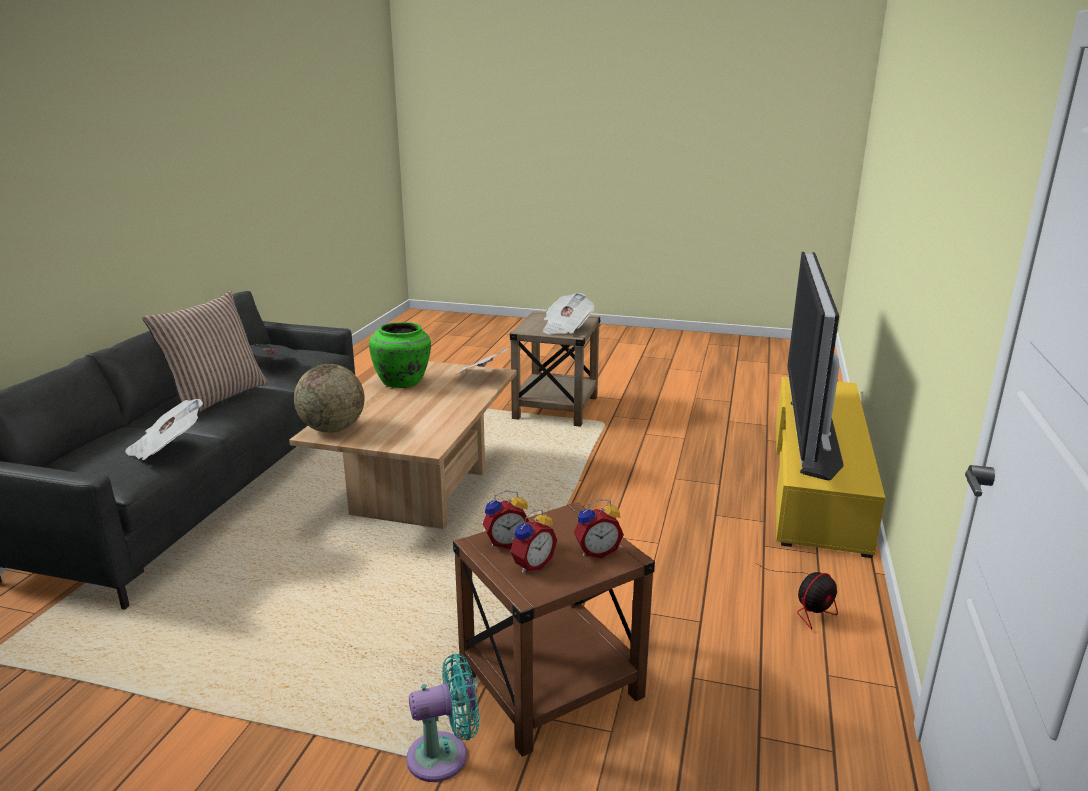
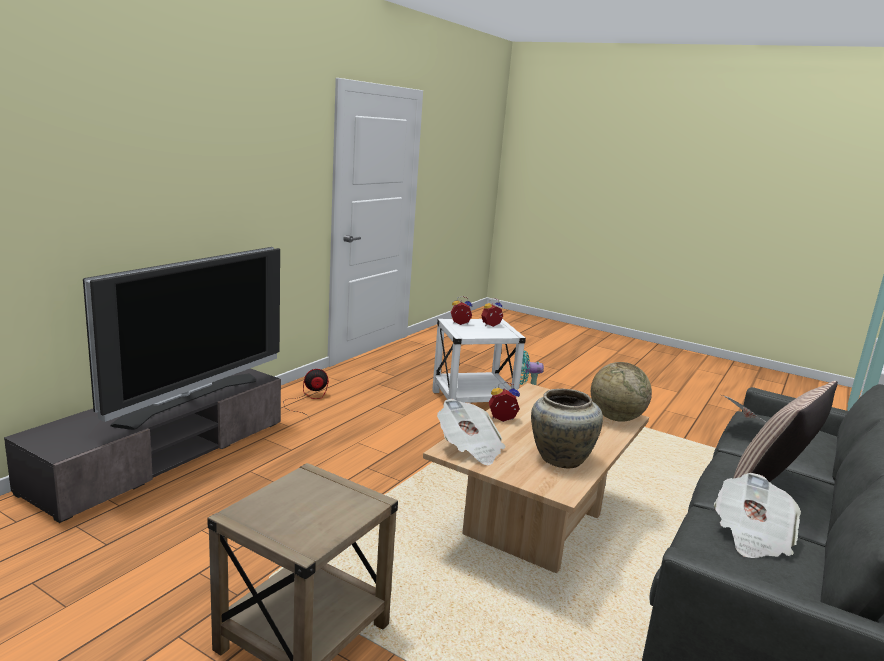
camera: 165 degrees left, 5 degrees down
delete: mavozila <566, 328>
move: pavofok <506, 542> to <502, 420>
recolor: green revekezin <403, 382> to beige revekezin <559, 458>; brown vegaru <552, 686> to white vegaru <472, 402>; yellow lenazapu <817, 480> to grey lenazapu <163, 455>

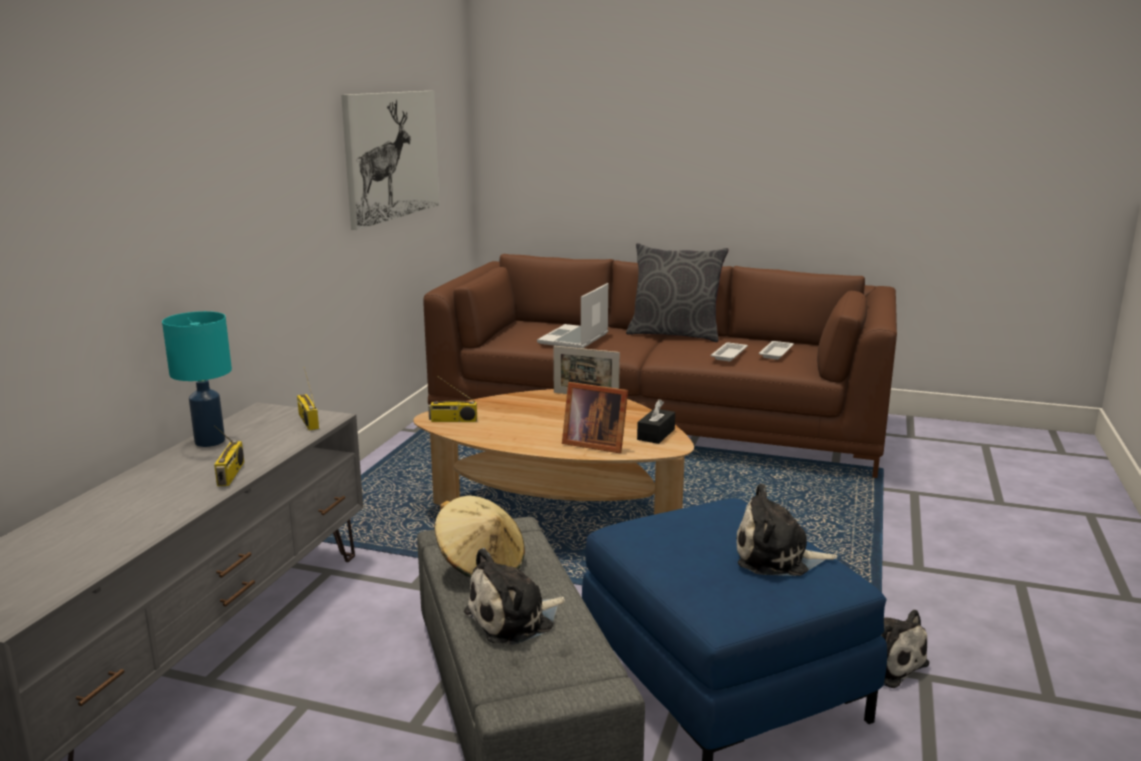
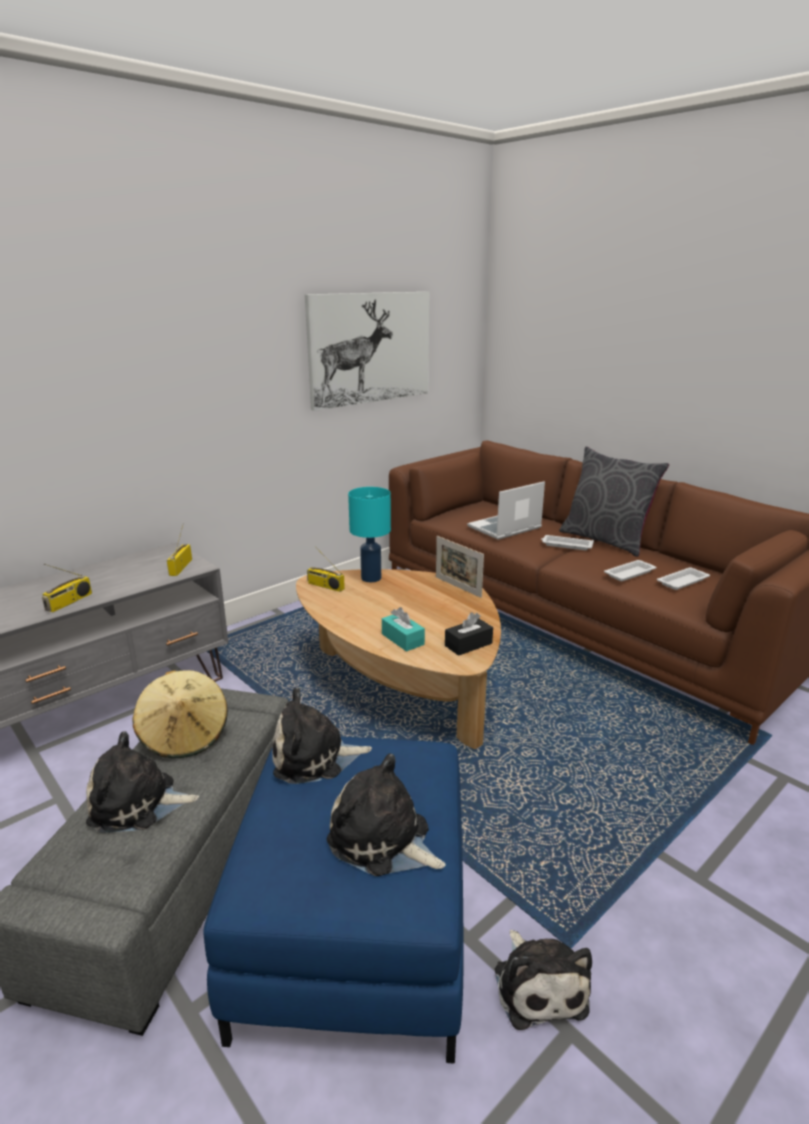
camera: 30 degrees right, 5 degrees up
insert: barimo <314, 757>; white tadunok <566, 545>
move: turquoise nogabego <209, 442> to <370, 578>
replace: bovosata <593, 443> to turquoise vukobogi <402, 639>

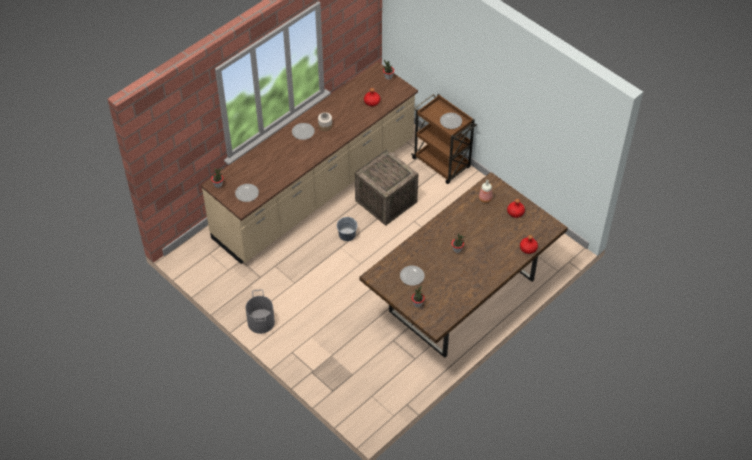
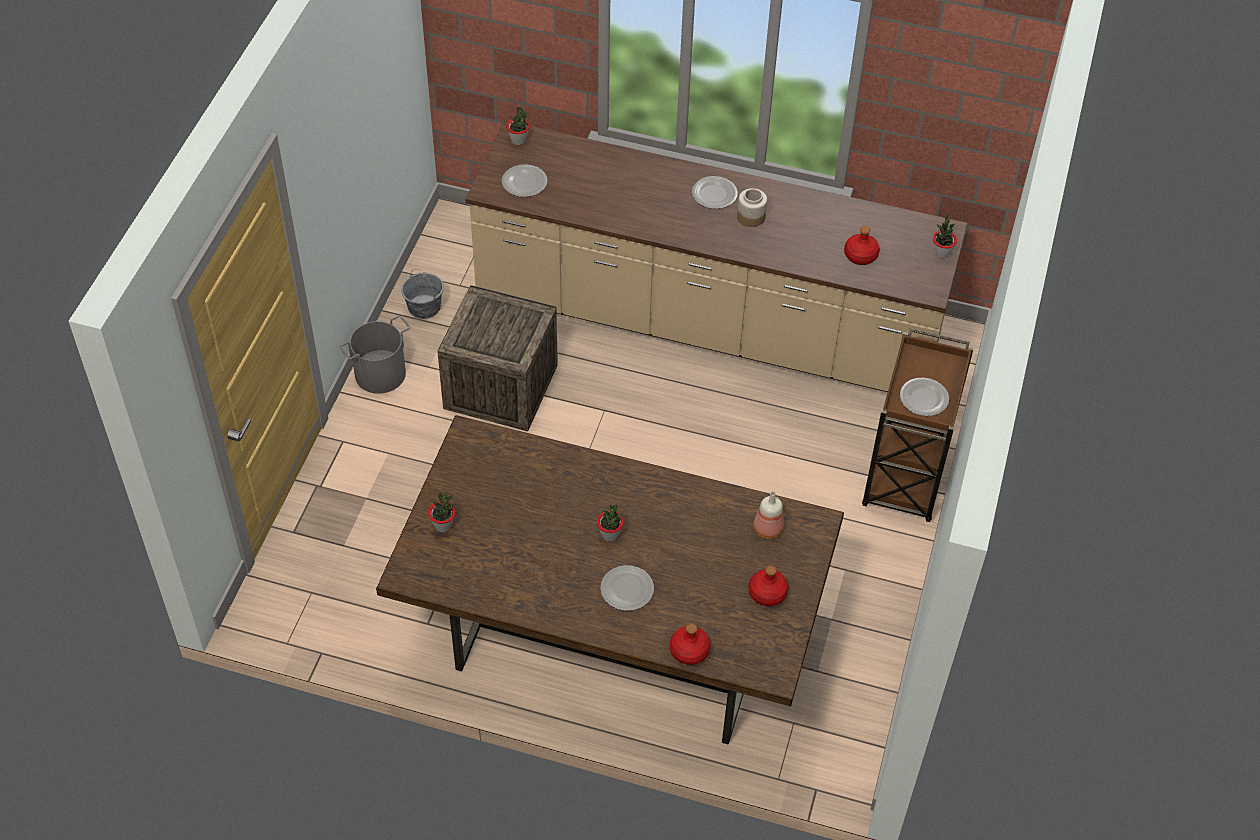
camera: 60 degrees right, 0 degrees up
move: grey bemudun <347, 234> to <424, 307>; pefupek <386, 201> to <500, 386>; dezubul <412, 276> to <627, 590>

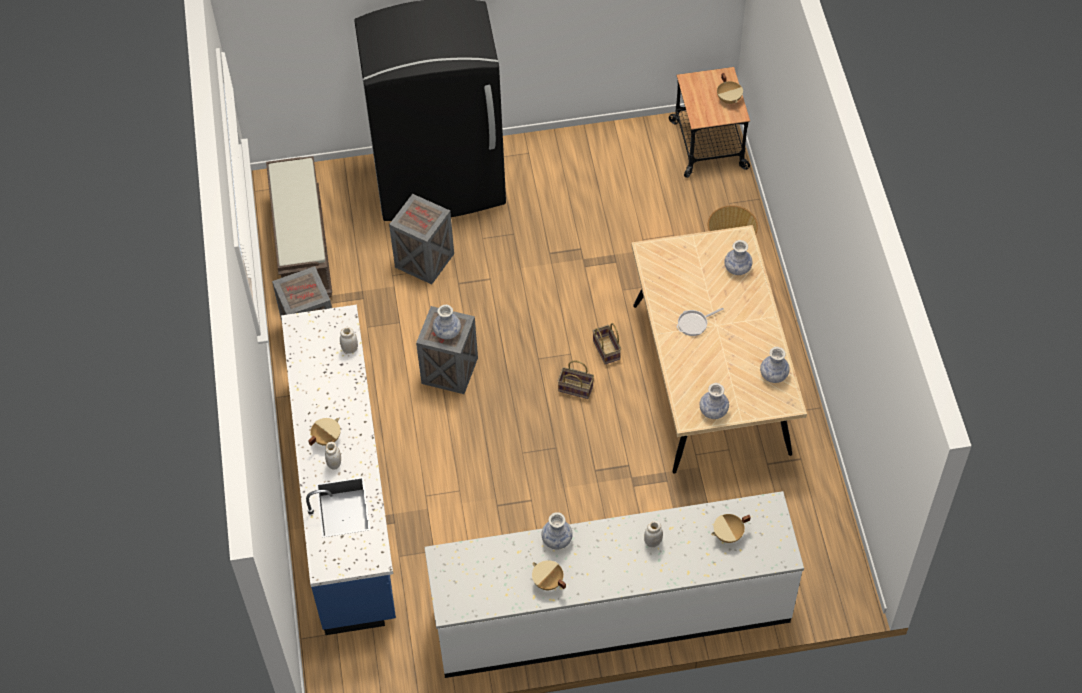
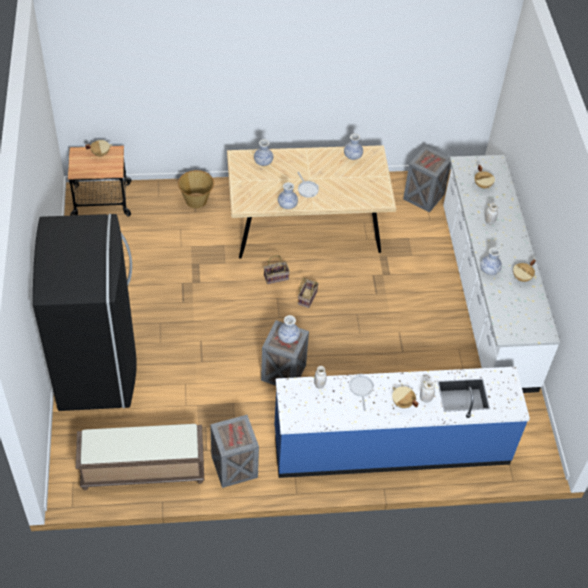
camera: 90 degrees left, 5 degrees down
insert: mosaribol <361, 389>
move: pefupek <425, 261> to <424, 196>; revekezin <713, 410> to <287, 205>

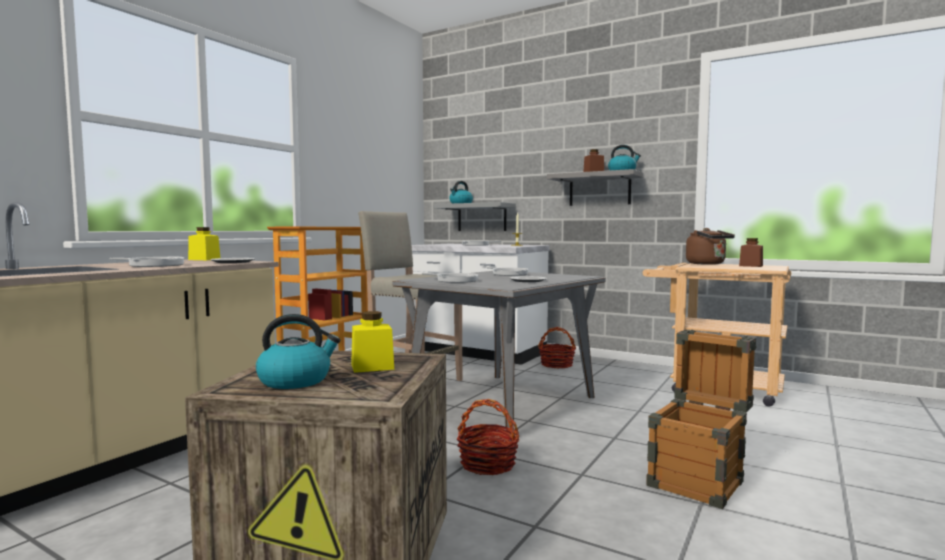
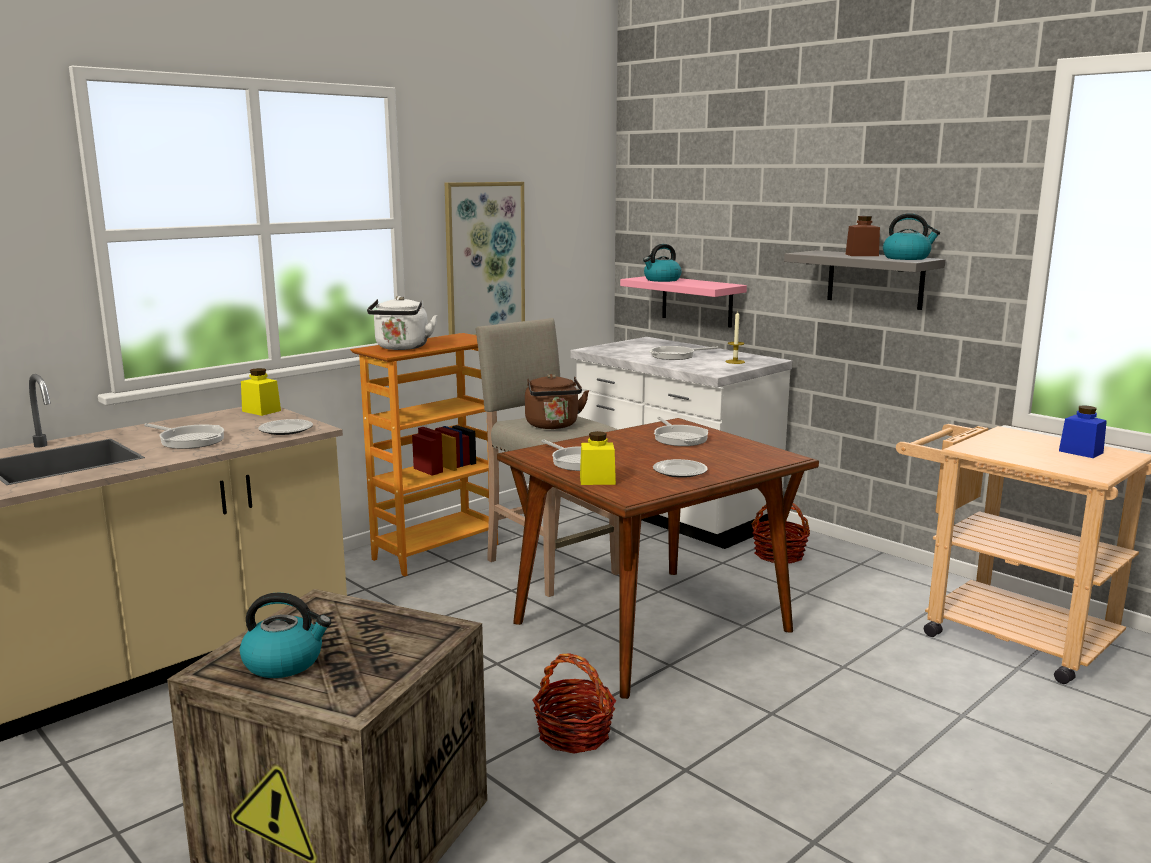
camera: 15 degrees right, 10 degrees up
delete: pefupek <700, 479>
insert: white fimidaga <401, 348>; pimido <484, 260>
move: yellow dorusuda <372, 367> to <597, 480>; brown fimidaga <708, 264> to <553, 426>
recolor: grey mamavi <502, 403> to brown mamavi <652, 626>; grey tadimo <482, 217> to pink tadimo <697, 301>; brown dorusuda <751, 266> to blue dorusuda <1080, 452>

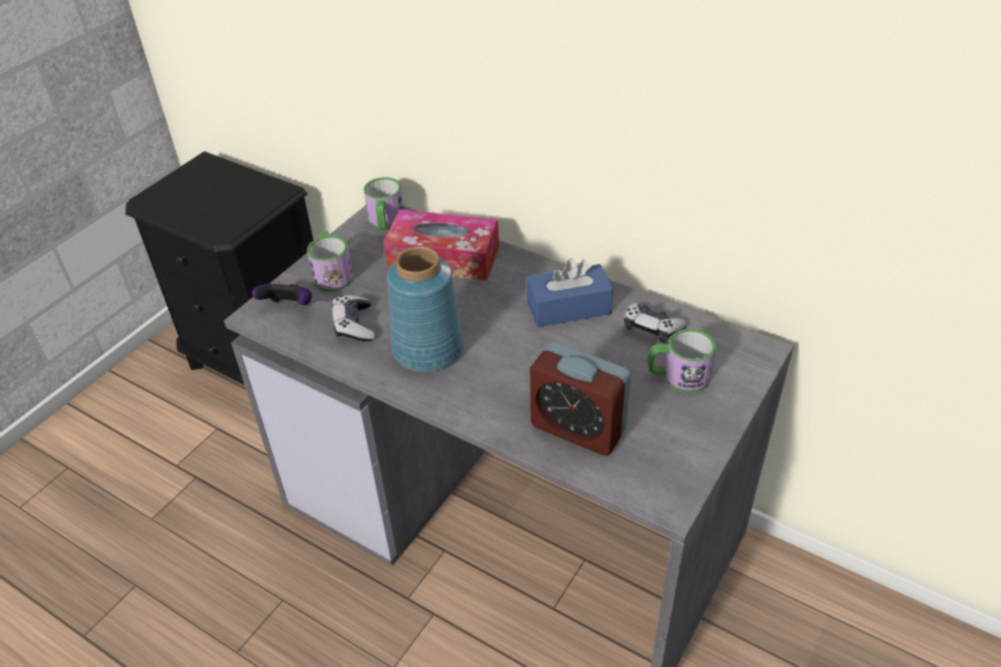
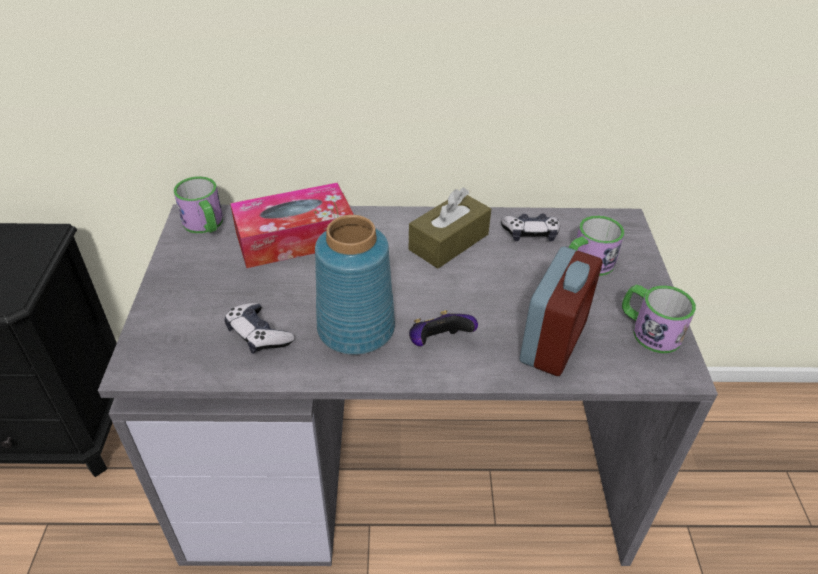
camera: 35 degrees left, 0 degrees up
move: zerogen <289, 308> to <438, 343>; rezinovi <332, 273> to <648, 330>
recolor: blue vukobogi <568, 308> to brown vukobogi <448, 242>
rotate: pavofok <578, 428> = <553, 342> 60 degrees counterclockwise

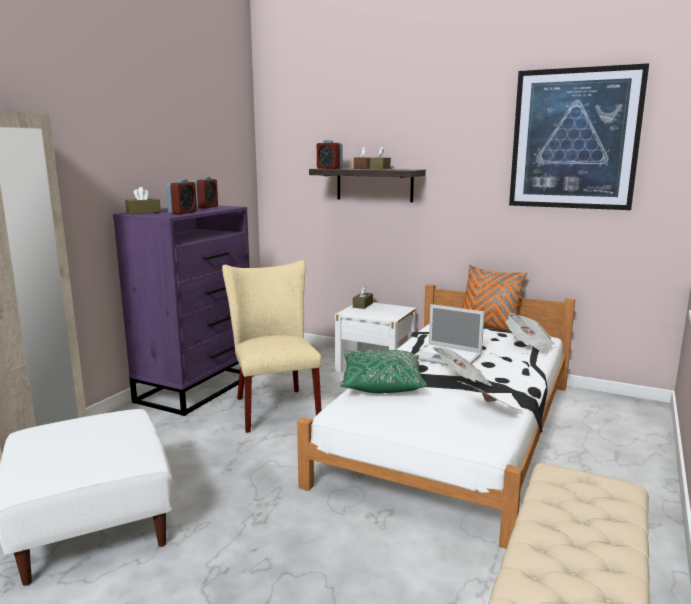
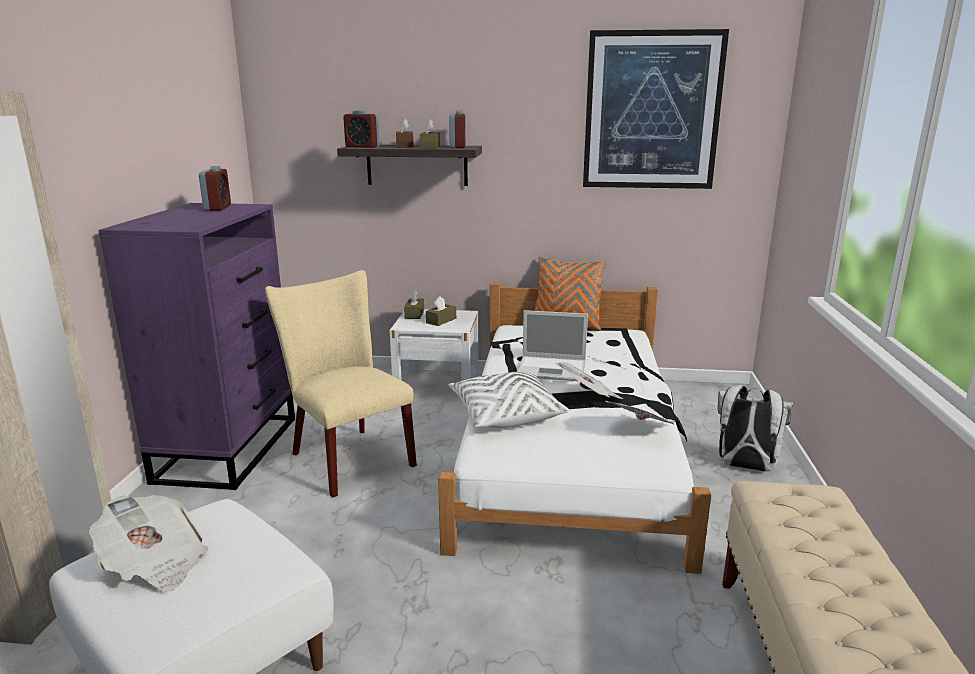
camera: 20 degrees left, 5 degrees up
insert: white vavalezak <745, 467>
move: brown vukobogi <143, 212> to <441, 320>; pavofok <183, 213> to <457, 147>; mavozila <529, 346> to <155, 564>
recolor: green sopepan <381, 384> to white sopepan <505, 414>

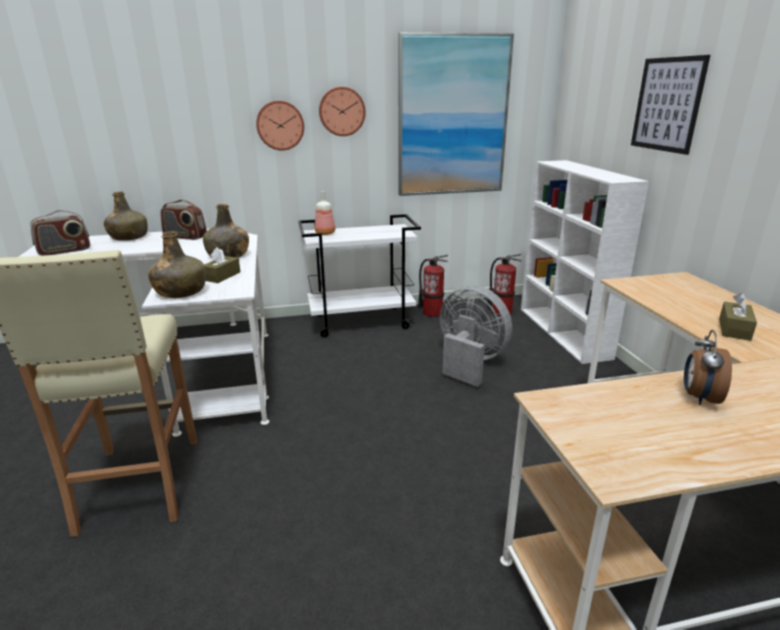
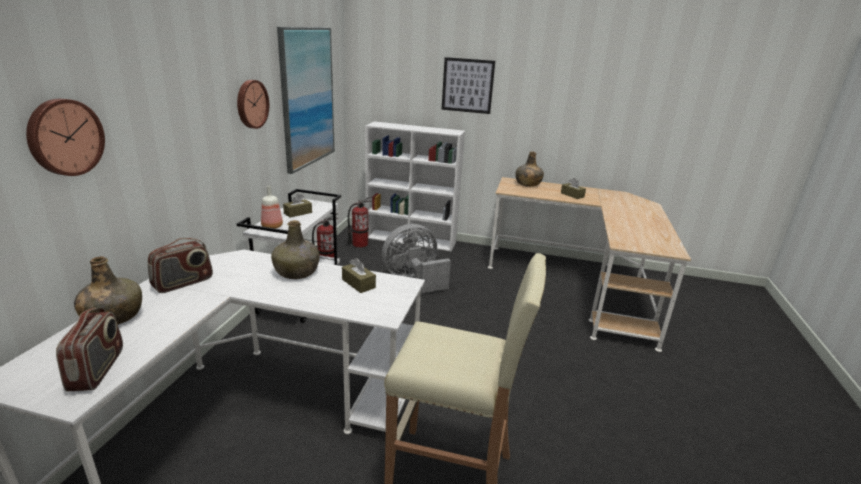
camera: 65 degrees left, 0 degrees up
delete: pavofok <698, 397>
insert: brown vukobogi <298, 213>
move: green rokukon <181, 292> to <527, 184>; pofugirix <280, 125> to <64, 137>

